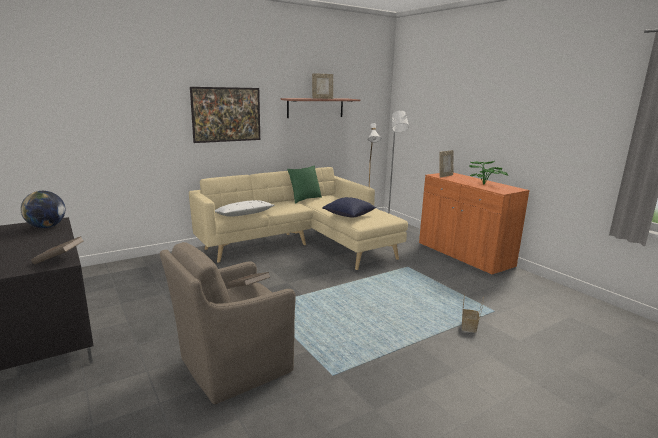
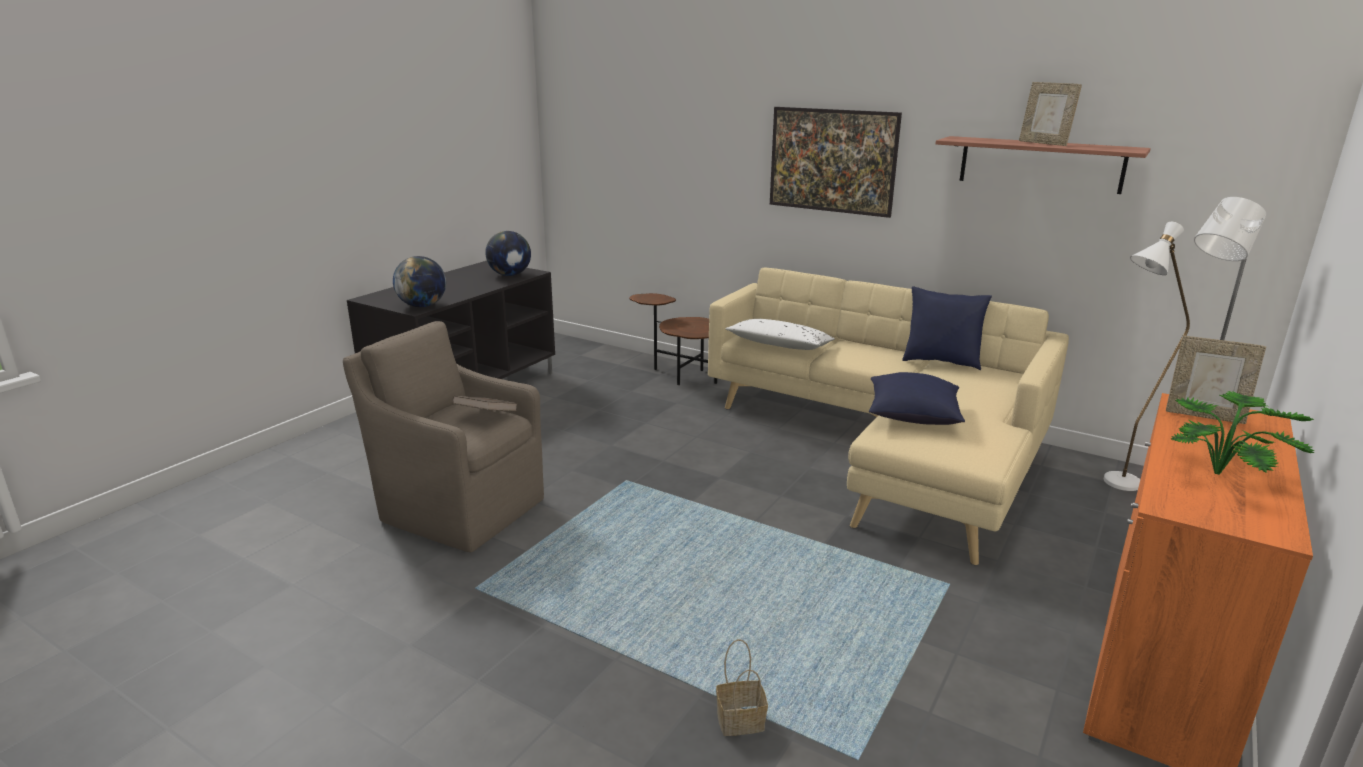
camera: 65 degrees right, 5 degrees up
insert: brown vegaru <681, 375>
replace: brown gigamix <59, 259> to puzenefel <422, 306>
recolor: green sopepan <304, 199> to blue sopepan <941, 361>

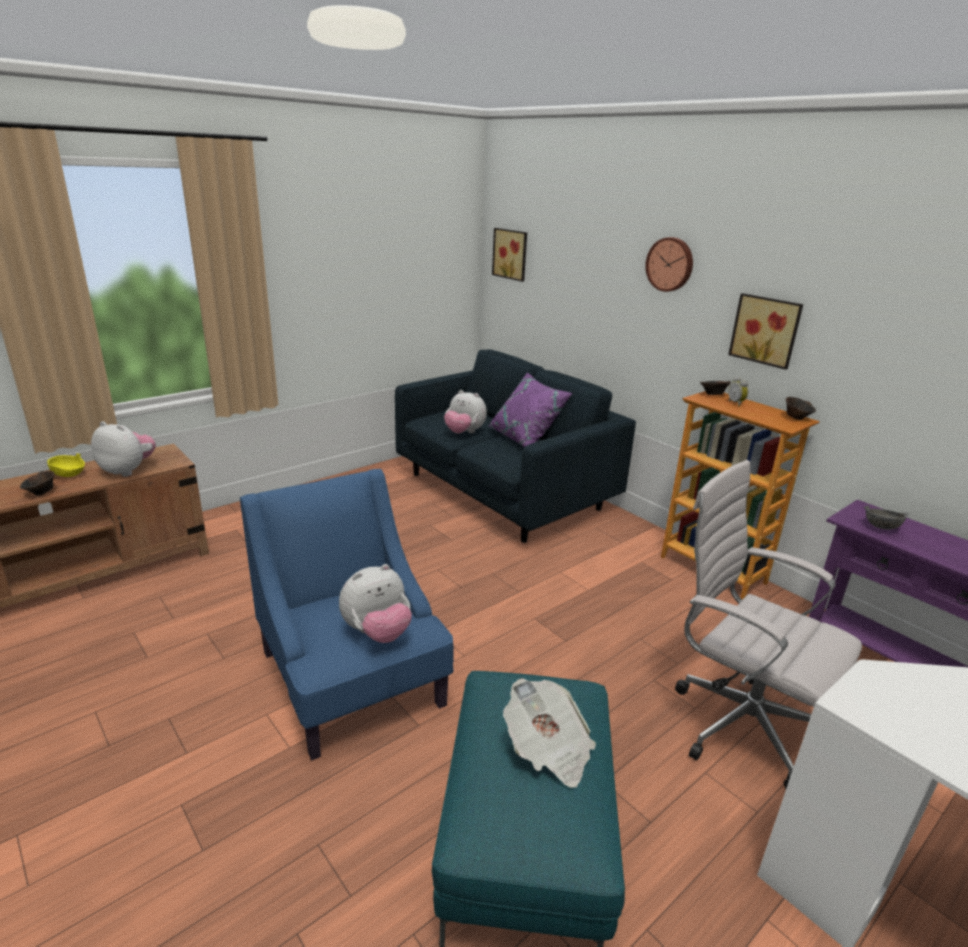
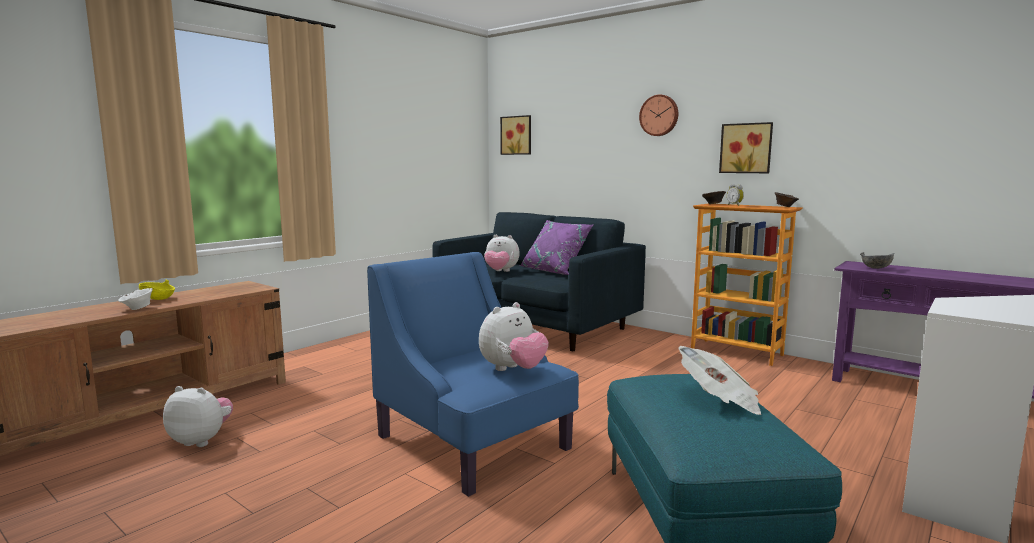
camera: 10 degrees left, 15 degrees down
delete: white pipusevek <738, 724>
move: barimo <128, 470> to <202, 440>
recolor: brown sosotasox <41, 493> to white sosotasox <137, 308>

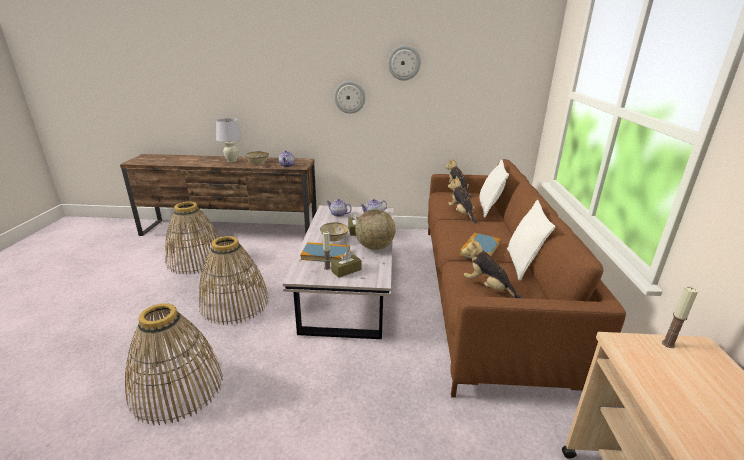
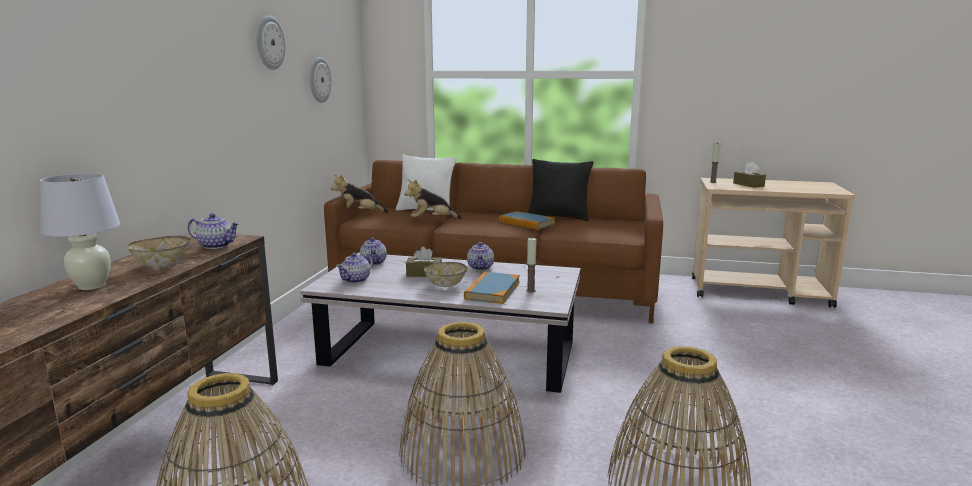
camera: 80 degrees left, 10 degrees down
delete: barimo <487, 287>
move: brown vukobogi <346, 270> to <748, 185>; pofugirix <349, 97> to <319, 80>
replace: puzenefel <375, 247> to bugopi <481, 267>
recolor: white sopepan <522, 264> to black sopepan <558, 217>

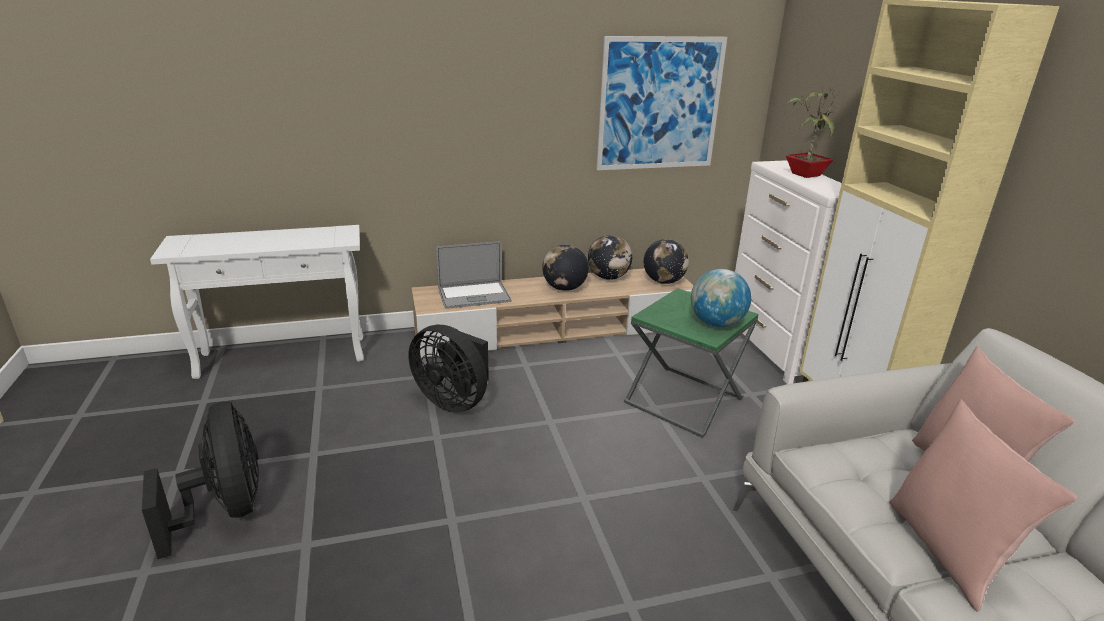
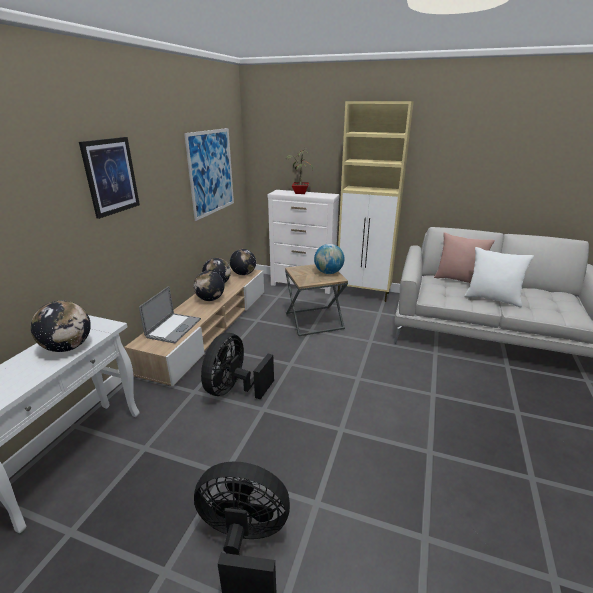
camera: 55 degrees left, 0 degrees up
insert: puzenefel <68, 347>; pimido <111, 176>
recolor: green vegaru <684, 400> to brown vegaru <314, 321>; pink sopepan <947, 551> to white sopepan <492, 299>
rotate: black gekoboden <454, 400> = <234, 389> 135 degrees clockwise

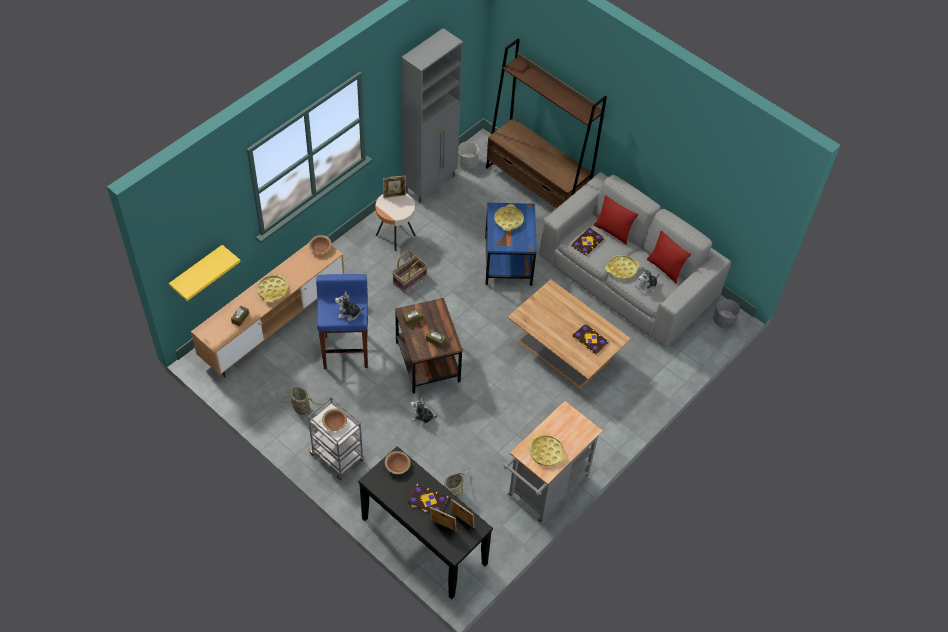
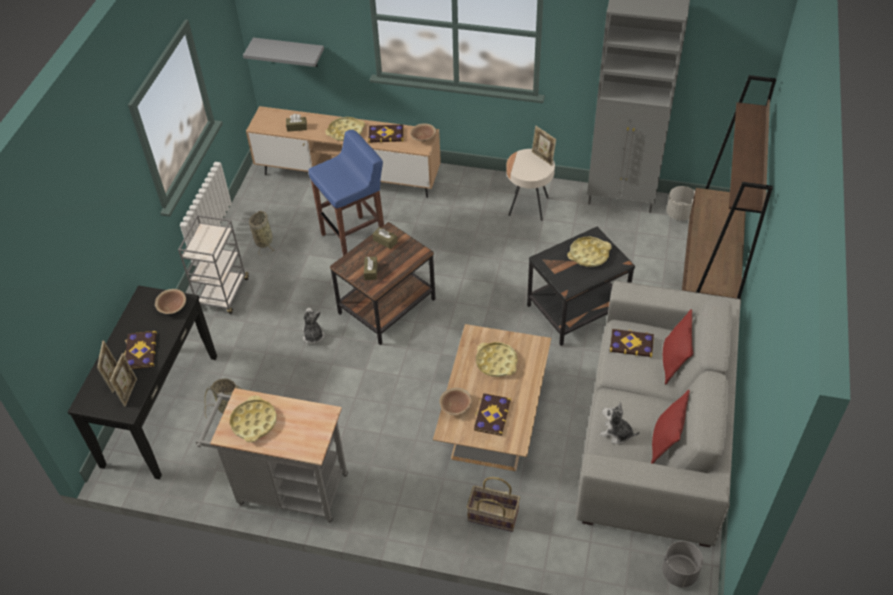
camera: 65 degrees right, 5 degrees down
delete: barimo <349, 313>
insert: gigamix <386, 134>
move: brown sosotasox <335, 423> to <455, 406>; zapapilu <410, 280> to <492, 516>; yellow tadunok <622, 269> to <496, 362>
recolor: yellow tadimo <197, 270> to grey tadimo <290, 52>; blue vegaru <507, 261> to black vegaru <576, 309>

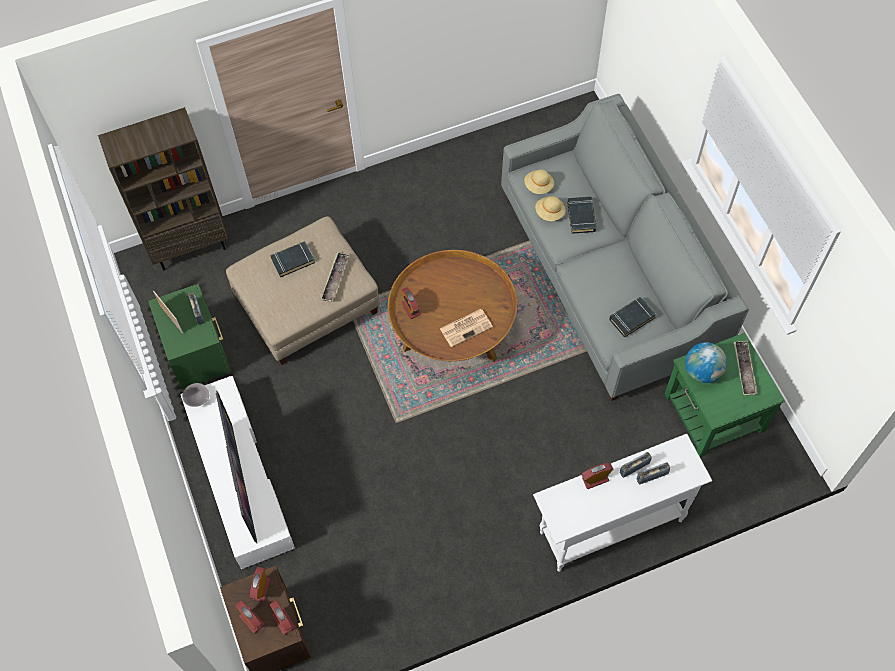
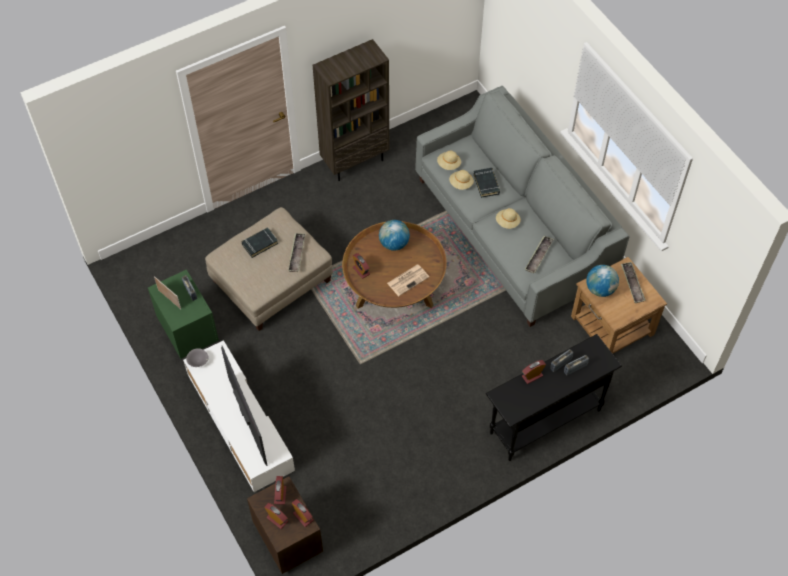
camera: 10 degrees left, 5 degrees down
insert: puzenefel <394, 243>; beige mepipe <507, 222>
move: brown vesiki <190, 246> to <355, 161>
replace: black gigamix <631, 318> to tadunok <538, 256>
recolor: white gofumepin <610, 526> to black gofumepin <544, 421>; green vegaru <714, 412> to brown vegaru <612, 325>

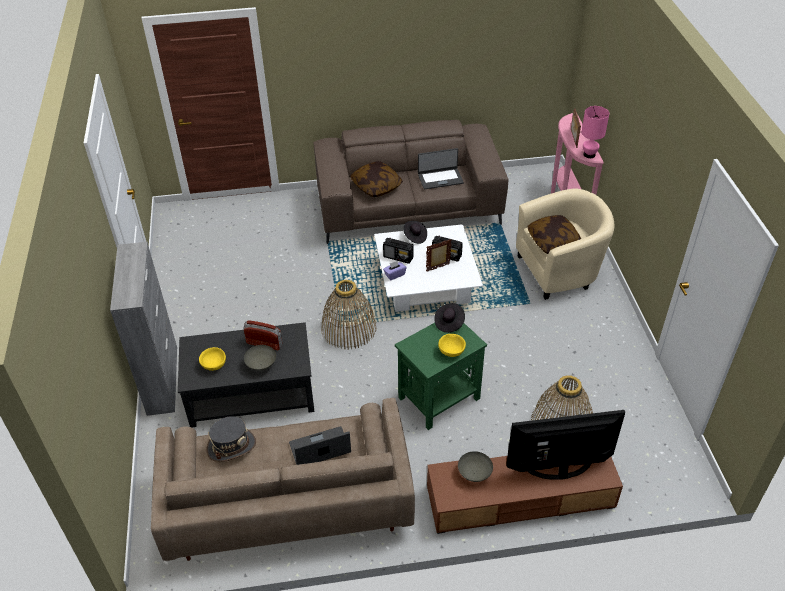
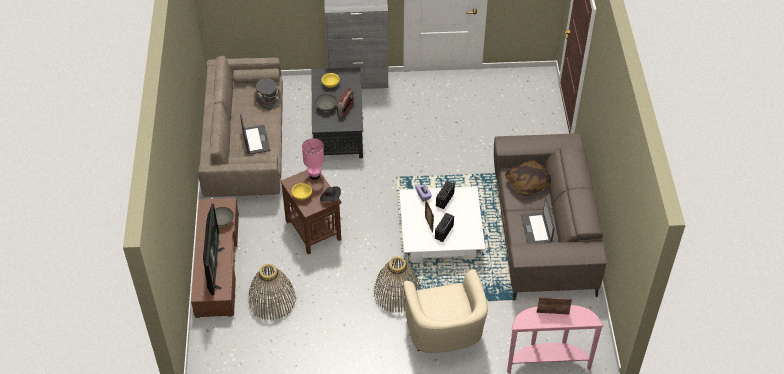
camera: 95 degrees right, 5 degrees up
delete: black mepipe <415, 237>; sopepan <553, 242>
move: zapapilu <348, 328> to <397, 293>; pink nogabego <589, 154> to <315, 175>
recolor: green vegaru <438, 397> to brown vegaru <313, 230>

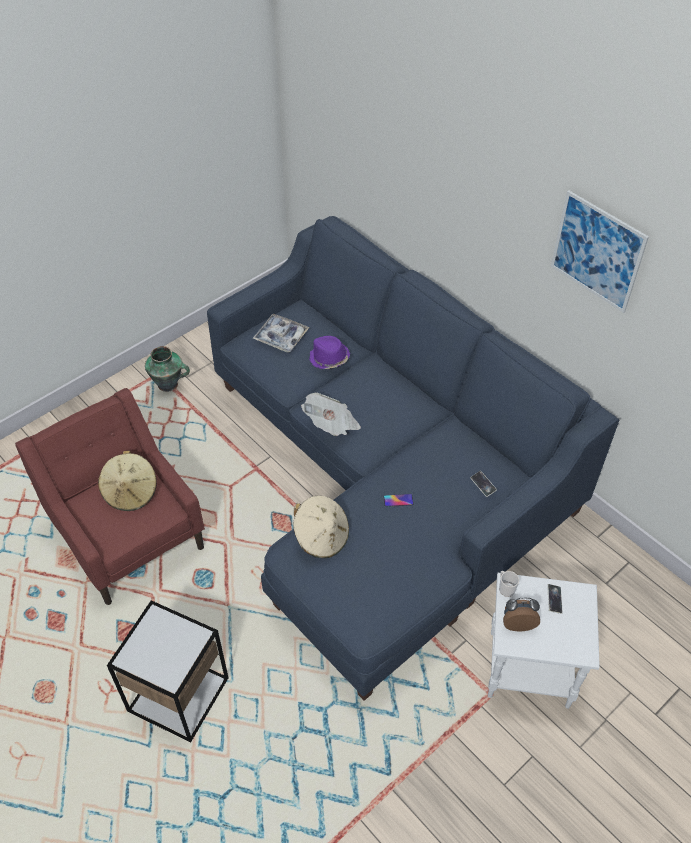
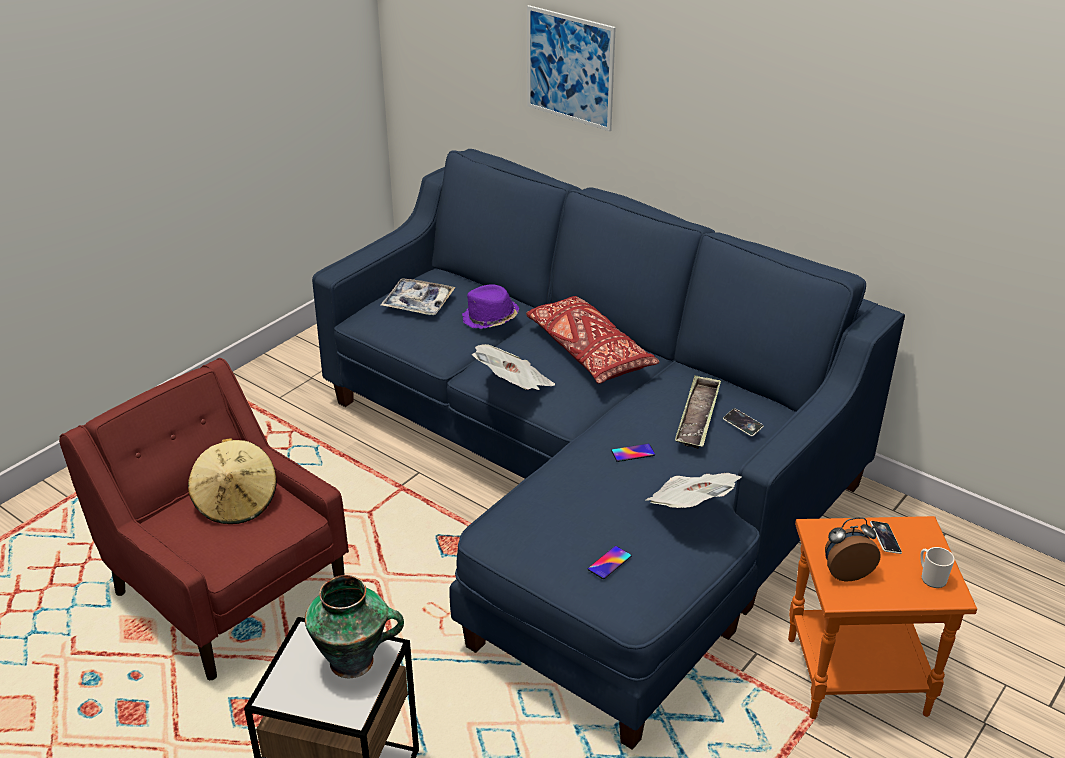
camera: 10 degrees left, 15 degrees down
delete: beige mepipe <321, 537>
insert: red sopepan <588, 351>; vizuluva <609, 563>; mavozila <690, 507>; tadunok <698, 417>
move: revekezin <169, 385> to <354, 661>; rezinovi <505, 588> to <931, 578>; pimido <597, 251> to <570, 68>
recolor: white vegaru <527, 670> to orange vegaru <855, 678>

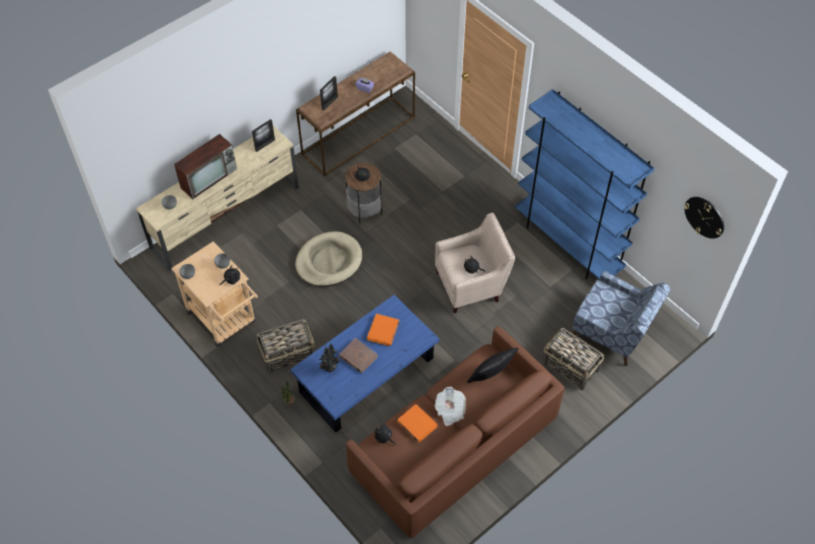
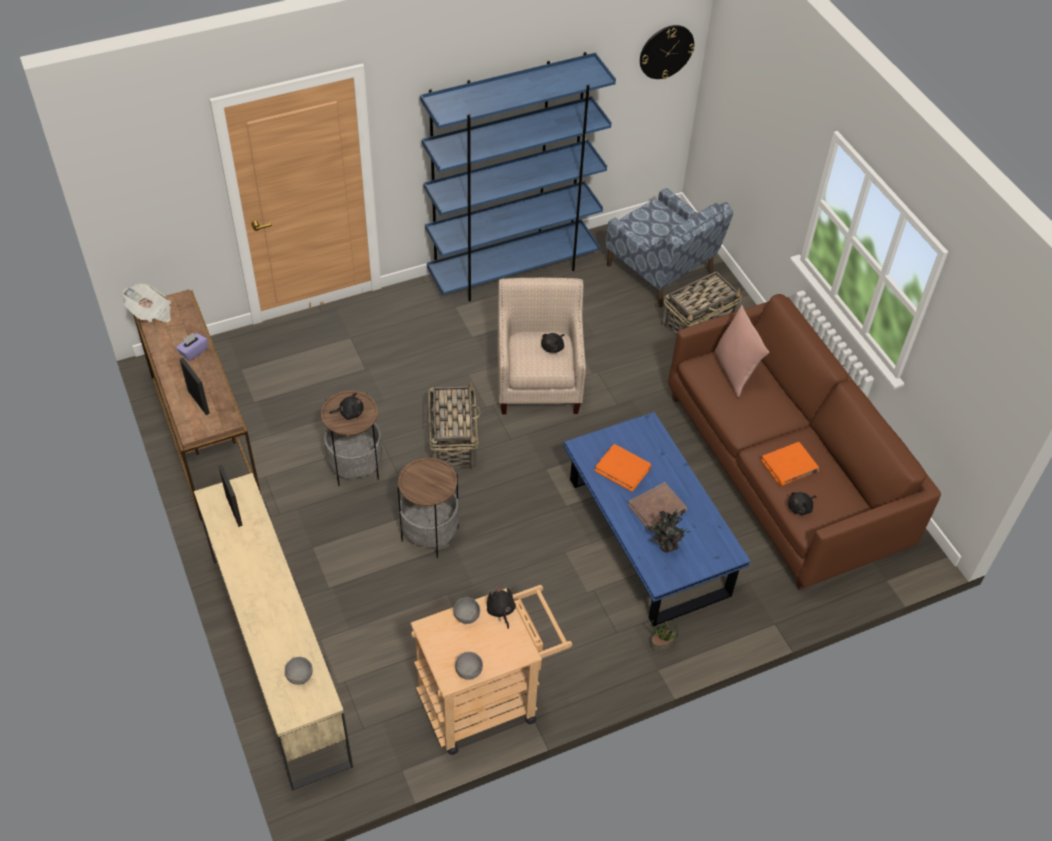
camera: 75 degrees left, 5 degrees down
delete: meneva <209, 177>
move: zapapilu <288, 354> to <453, 441>; mavozila <450, 411> to <151, 312>
replace: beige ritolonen <328, 261> to vegaru <430, 534>
recolor: black sopepan <491, 376> to pink sopepan <735, 372>
rotate: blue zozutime <613, 332> = <661, 271> 90 degrees clockwise

